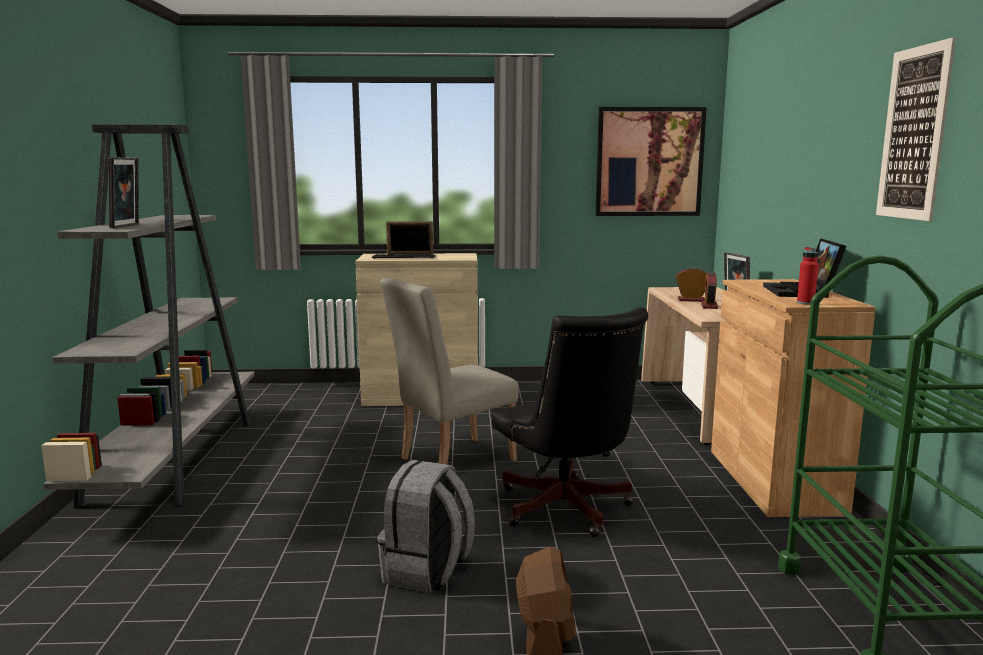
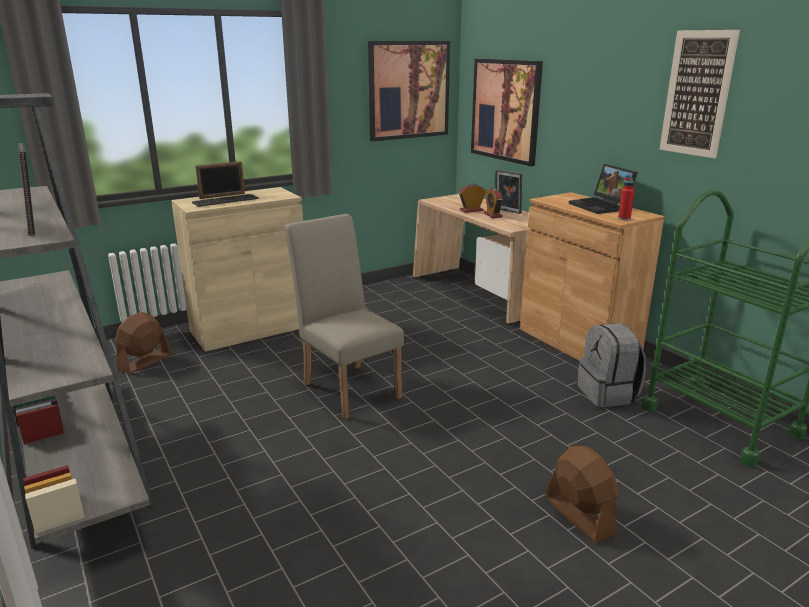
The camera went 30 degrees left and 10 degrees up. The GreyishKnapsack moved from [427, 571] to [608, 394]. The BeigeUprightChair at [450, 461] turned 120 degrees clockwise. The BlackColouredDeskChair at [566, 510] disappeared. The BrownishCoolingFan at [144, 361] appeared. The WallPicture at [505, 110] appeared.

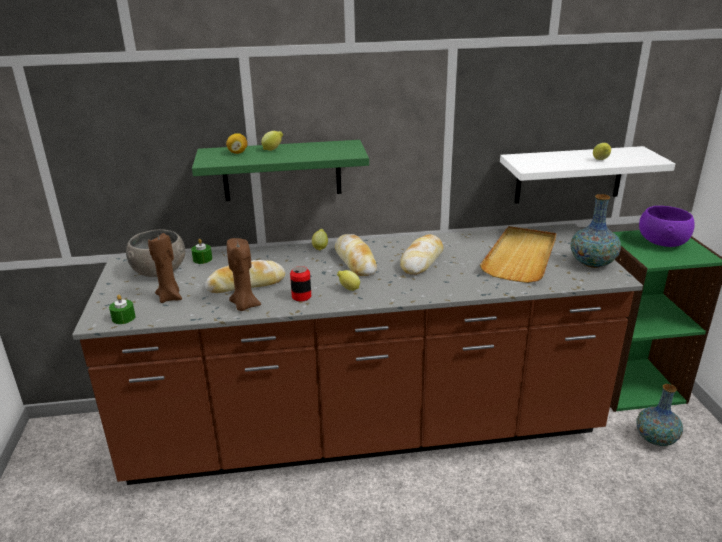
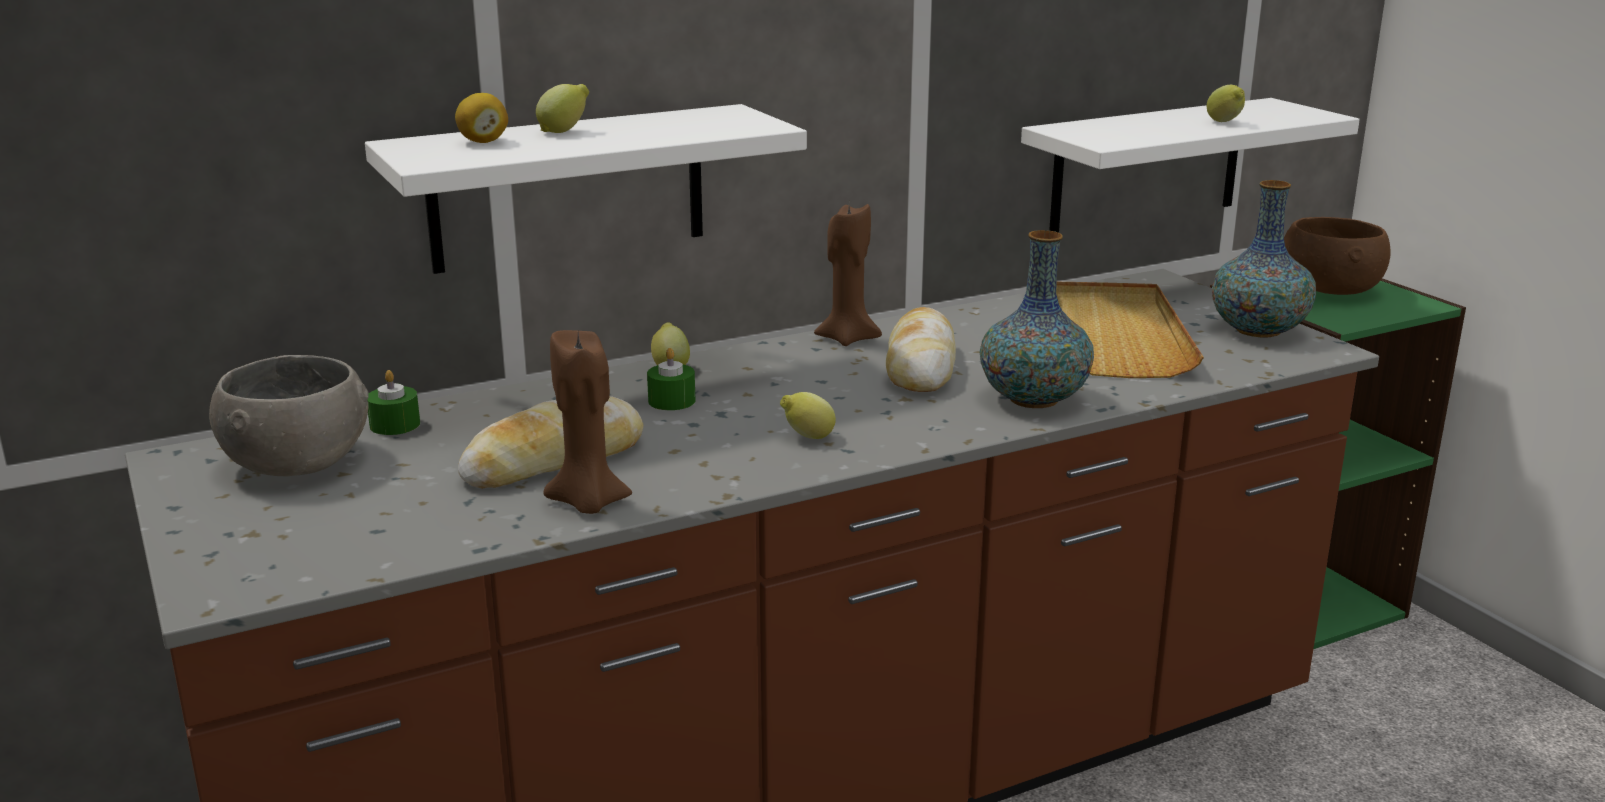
The camera went 20 degrees left and 5 degrees down. The GreenWaxLight moved from [123, 318] to [671, 401]. The BrownishWaxLight moved from [170, 297] to [847, 338]. The GreenBracketShelf at [282, 170] became the WhitishBracketShelf at [568, 188]. The SealedCan at [301, 297] disappeared. The BakedBread at [355, 261] disappeared. The Vase moved from [655, 439] to [1033, 399]. The PurplishServingBowl at [662, 242] became the BrownishServingBowl at [1329, 289].

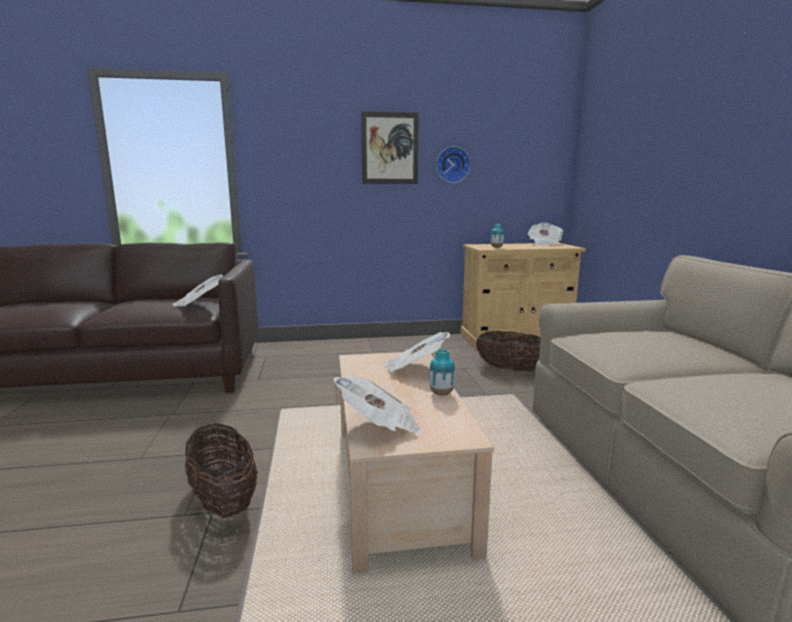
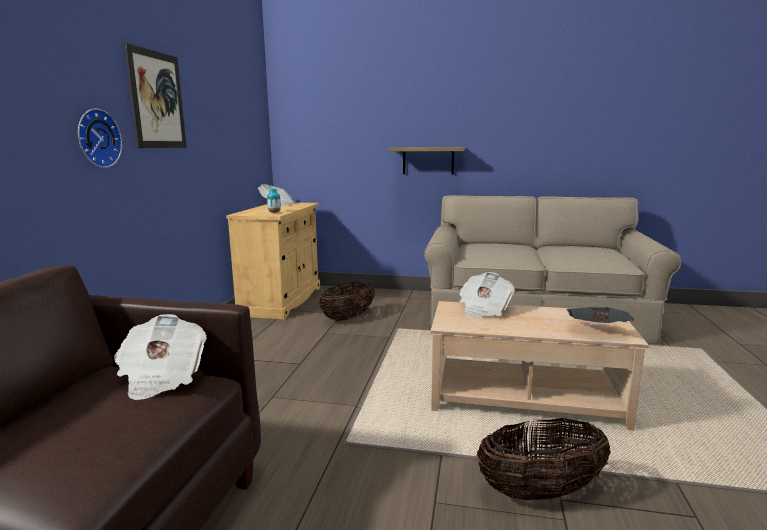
The camera went 70 degrees left and 0 degrees up. The Vase at [441, 393] disappeared. The WallClock moved from [452, 165] to [96, 138]. The BracketShelf at [428, 160] appeared.

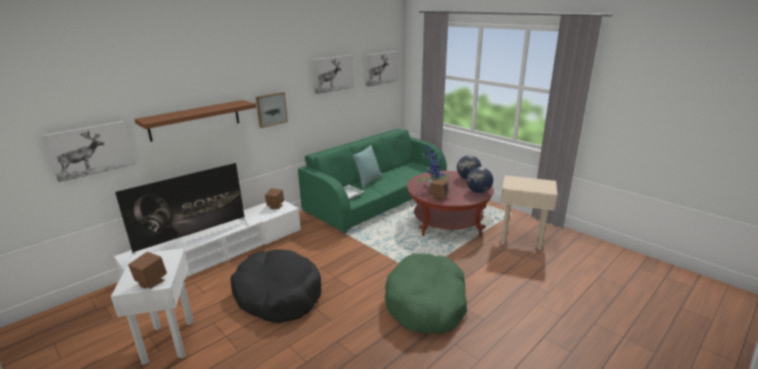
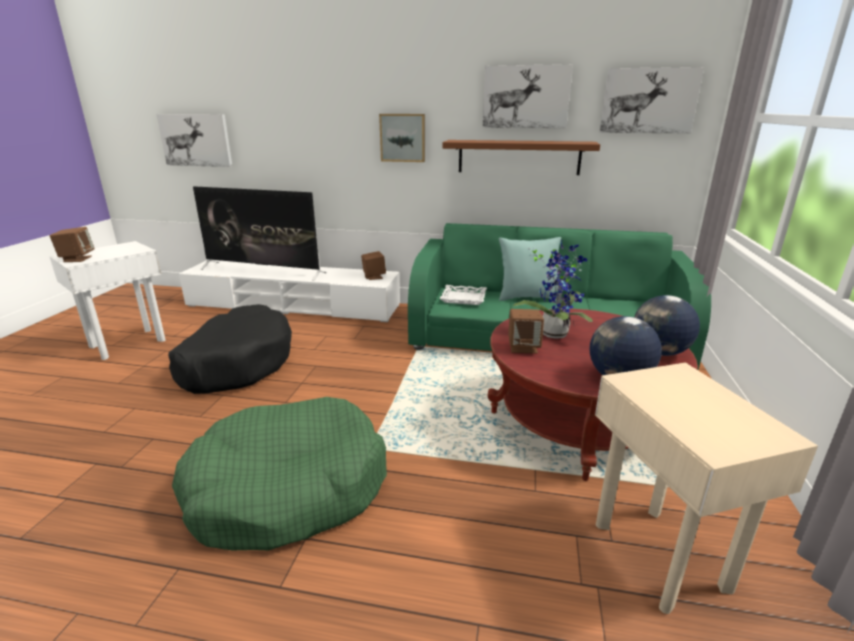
The camera went 55 degrees right and 0 degrees up. The BrownishBracketShelf moved from [195, 120] to [518, 157].

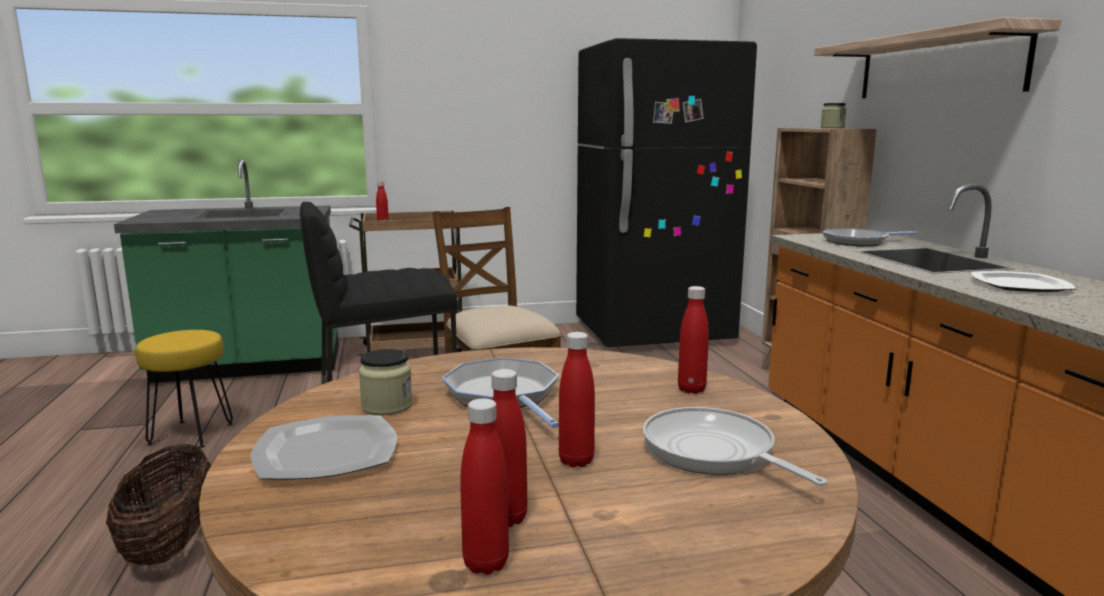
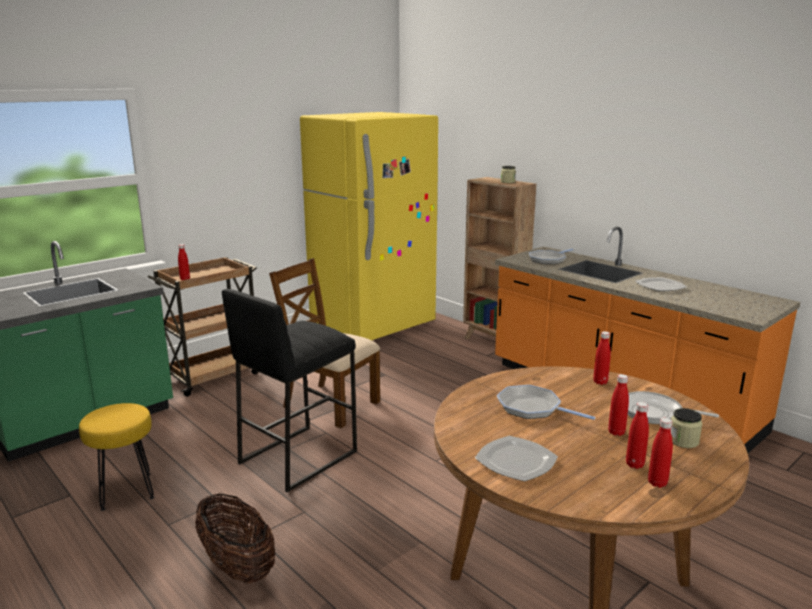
The camera went 30 degrees left and 5 degrees up. The PreserveJar moved from [387, 406] to [683, 441]. The BlackColouredKitchenFridge at [653, 334] became the YellowKitchenFridge at [373, 325]. The BracketShelf at [937, 66] disappeared.

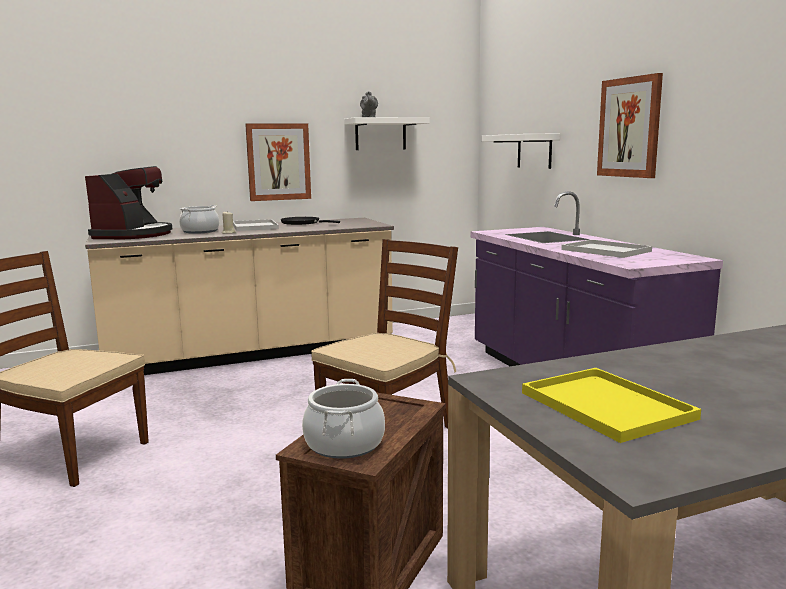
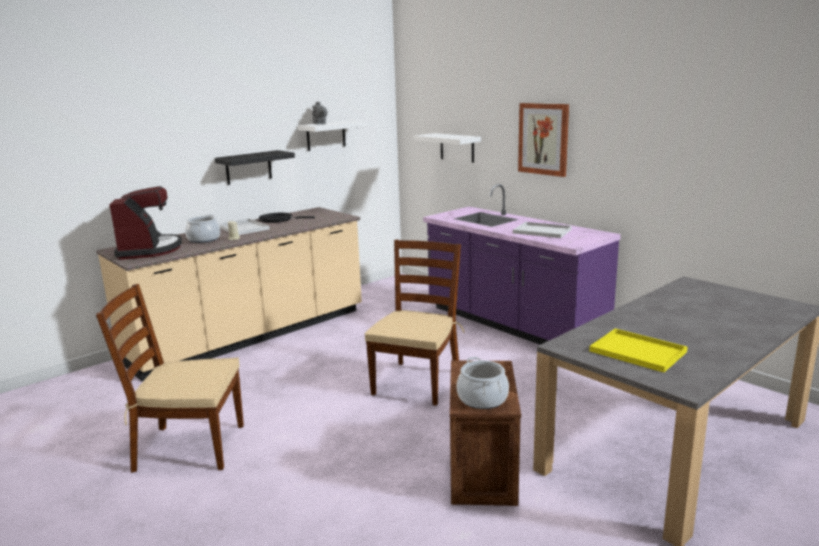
The camera went 20 degrees left and 5 degrees up. The WallPicture at [278, 162] was replaced by the BlackColouredBracketShelf at [248, 167].

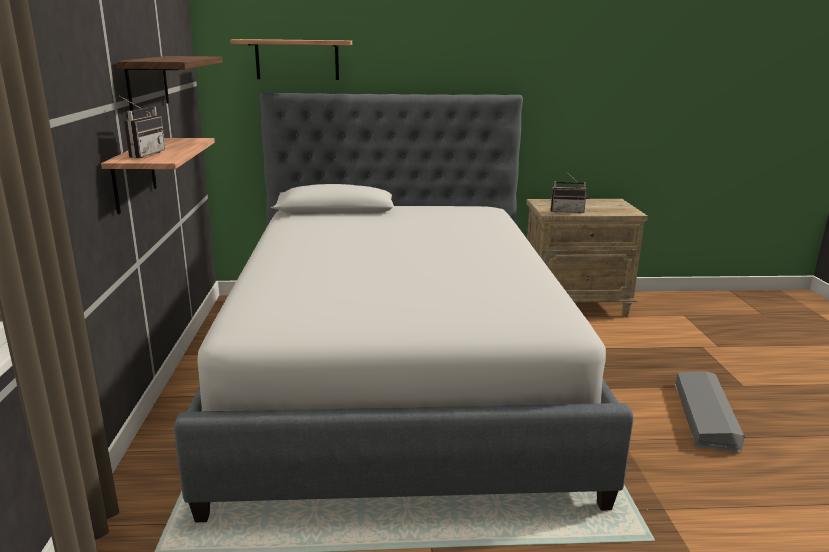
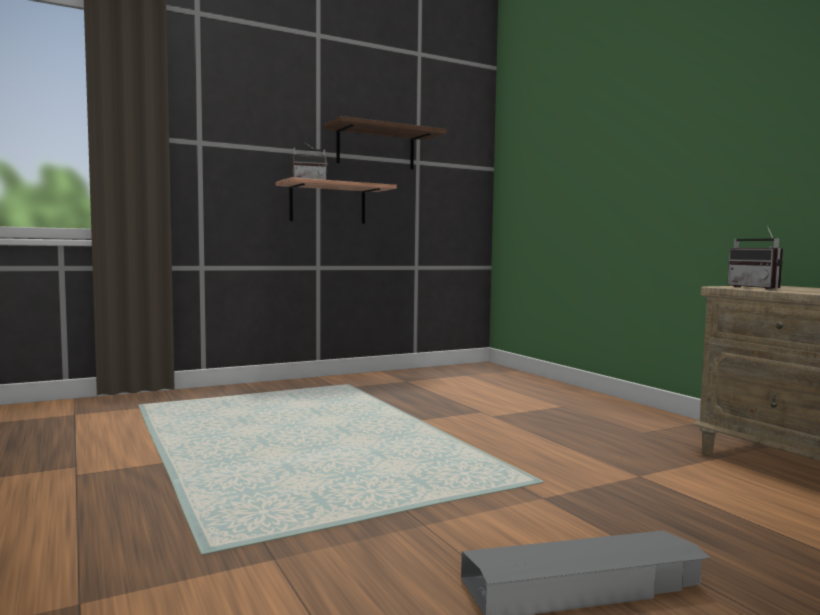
The camera went 65 degrees right and 15 degrees down. The Bed at [397, 374] disappeared. The BracketShelf at [297, 59] disappeared.

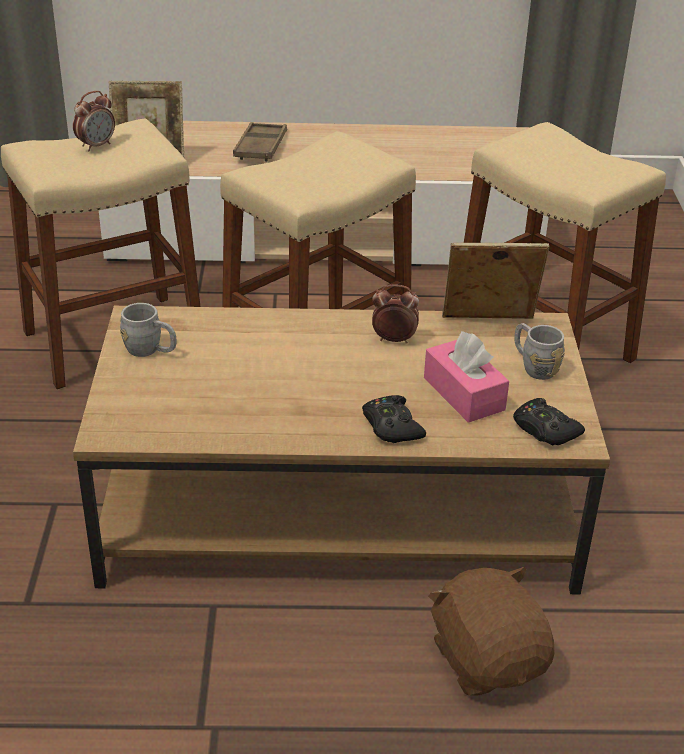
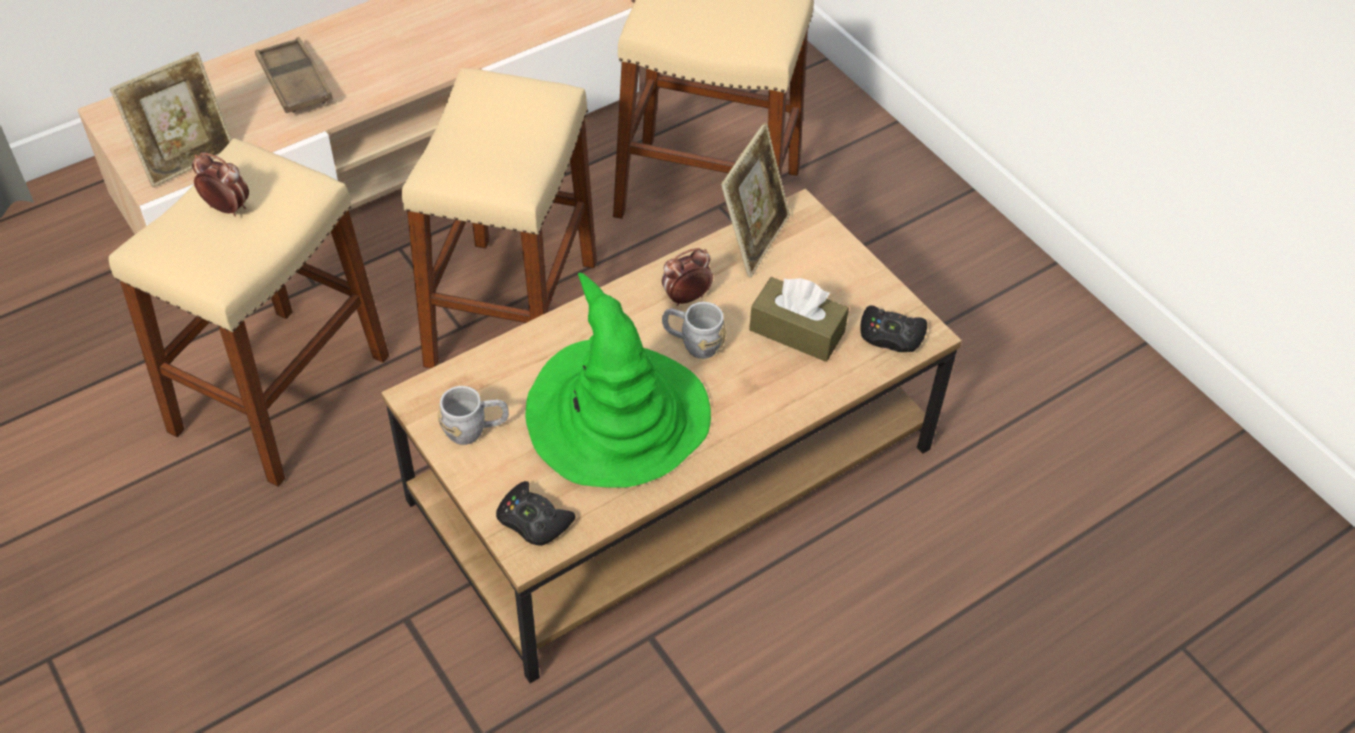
The camera went 35 degrees left and 15 degrees up. The BedsideClock at [96, 146] turned 75 degrees counterclockwise. The BlackColouredGameController moved from [391, 426] to [533, 520]. The PinkTissueBox at [463, 394] became the BrownishTissueBox at [797, 331]. The BrownishSoftToy at [488, 659] disappeared. The StandingFrame at [488, 326] turned 150 degrees clockwise. The GreyishCoffeeMug moved from [534, 366] to [692, 343]. The GreenWearableHat at [617, 417] appeared.

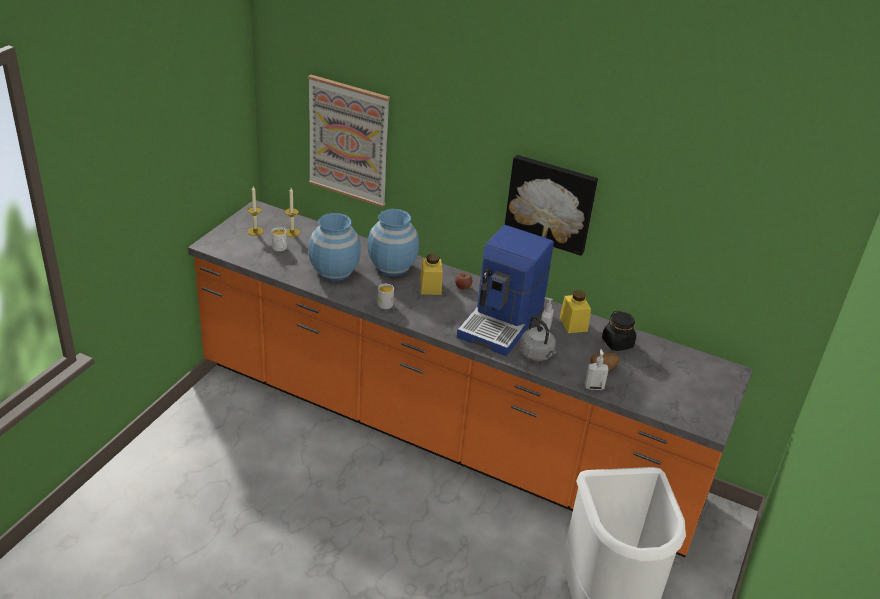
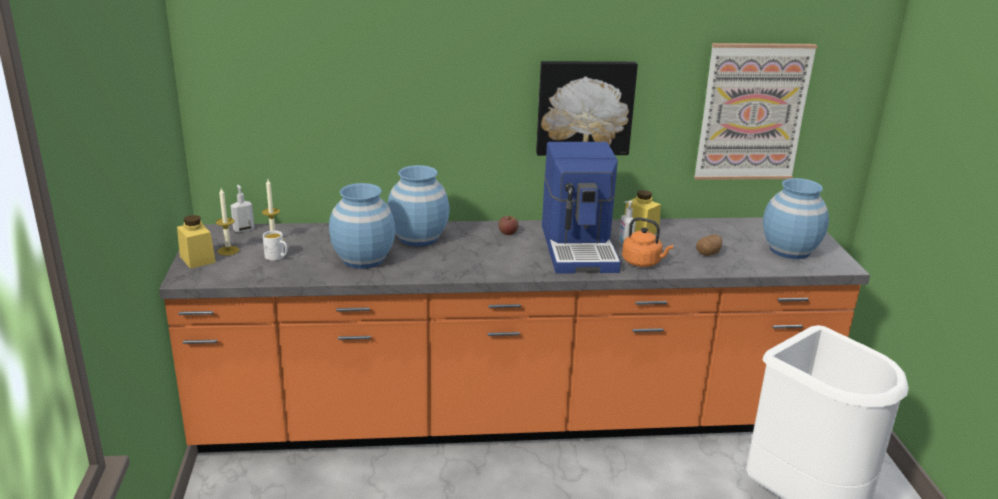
The camera went 30 degrees left and 10 degrees down. The WallPicture moved from [348, 141] to [752, 112]. The WhitishCoffeeMug at [383, 303] disappeared. The YellowPreserveJar moved from [430, 287] to [197, 259]. The GreyishWaterKettle at [537, 355] became the OrangeColouredWaterKettle at [643, 262]. The SoapDispenser moved from [594, 386] to [243, 229]. The BlackColouredPreserveJar at [617, 343] disappeared. The BlueVase at [789, 250] appeared.

